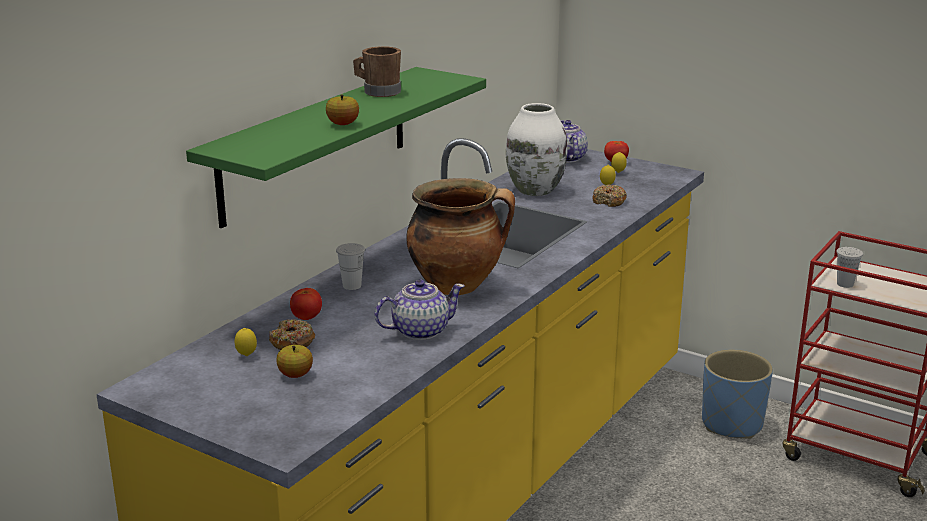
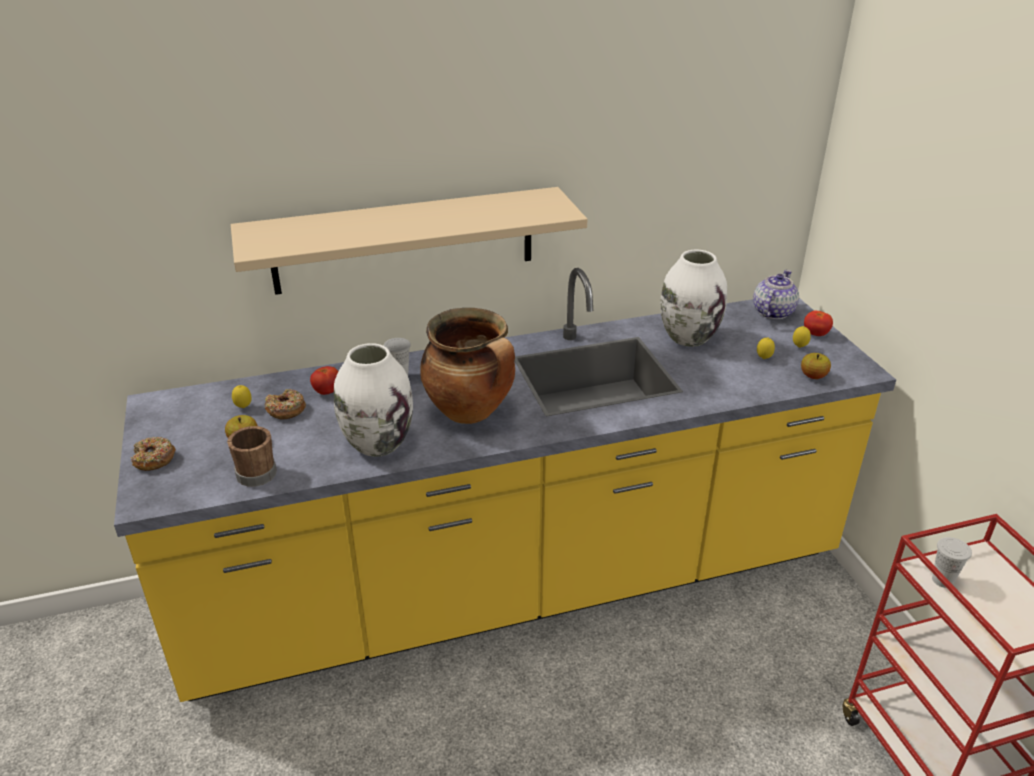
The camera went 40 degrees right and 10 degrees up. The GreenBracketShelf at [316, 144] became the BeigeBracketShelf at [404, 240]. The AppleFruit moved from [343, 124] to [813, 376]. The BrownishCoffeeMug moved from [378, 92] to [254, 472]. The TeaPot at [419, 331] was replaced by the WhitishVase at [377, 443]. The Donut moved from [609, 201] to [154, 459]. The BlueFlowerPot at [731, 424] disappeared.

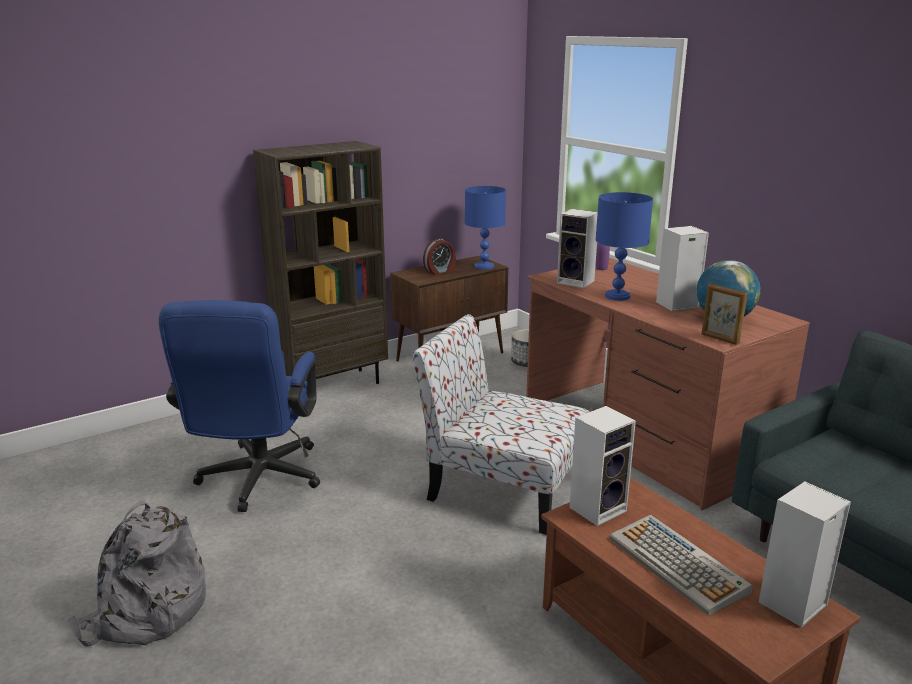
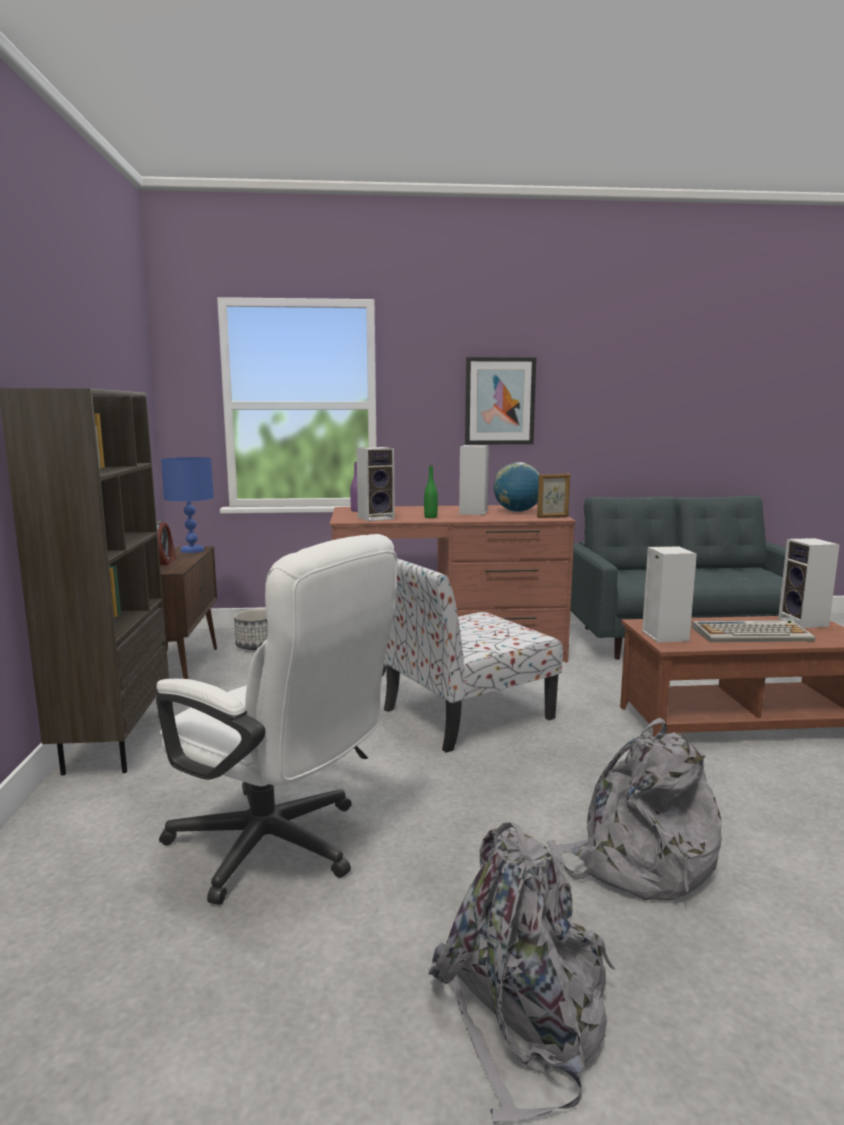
The camera went 60 degrees left and 10 degrees down. The BlueDeskChair at [257, 482] became the WhitishDeskChair at [280, 848]. The BlueTabletopLamp at [617, 296] was replaced by the GreenDrinkBottle at [430, 517]. The WallPicture at [499, 401] appeared. The GreyishKnapsack at [637, 862] appeared.

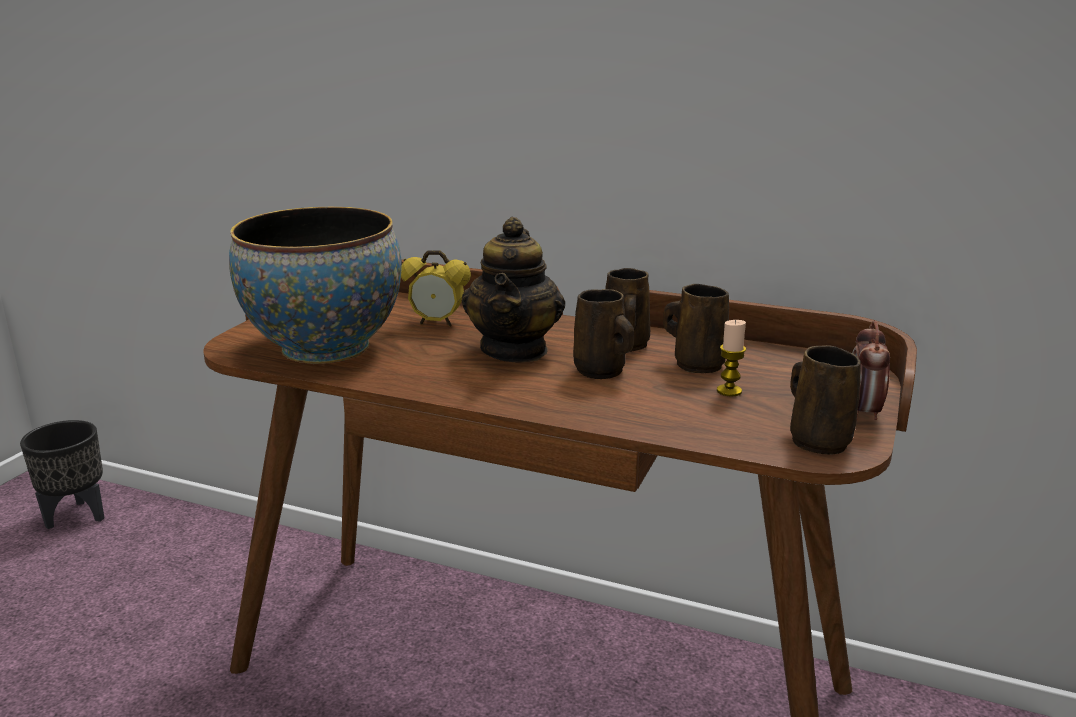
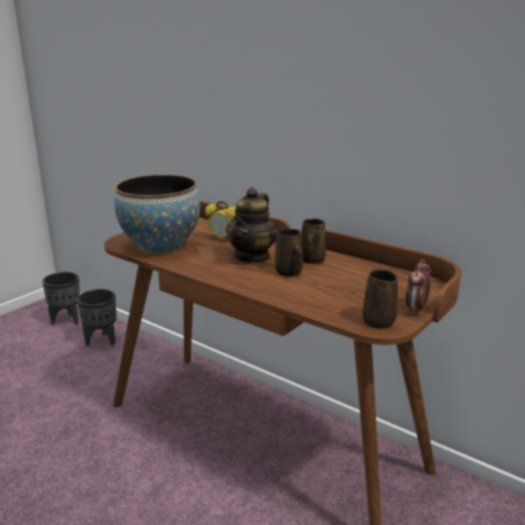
The camera went 15 degrees right and 0 degrees up. The BrownishCoffeeMug at [696, 364] disappeared. The WaxLight at [729, 391] disappeared. The BlackColouredFlowerPot at [102, 340] appeared.

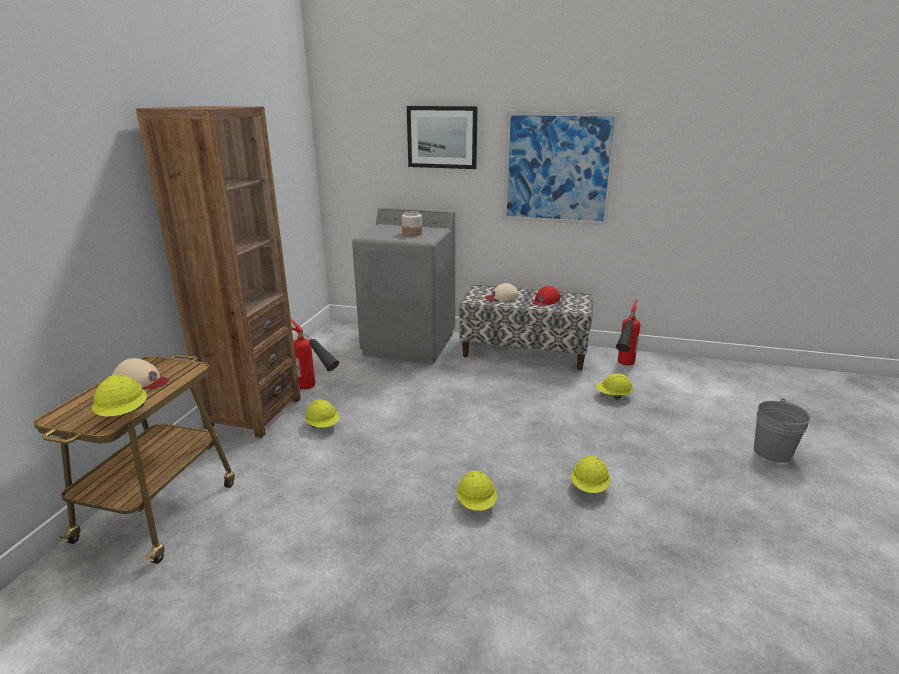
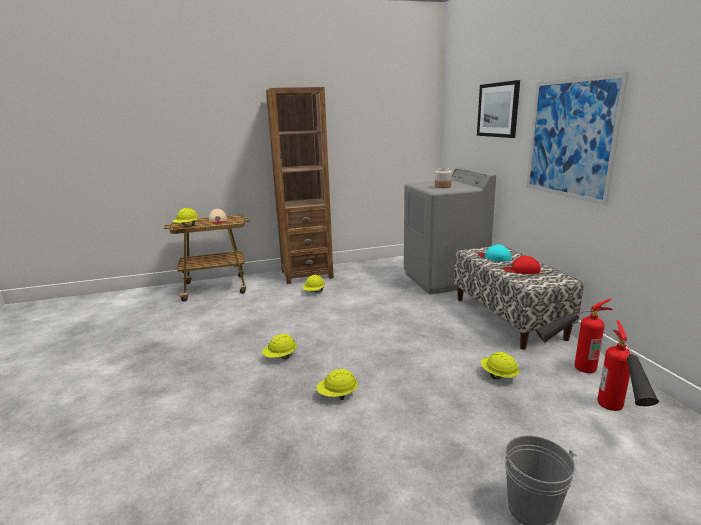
The camera went 60 degrees right and 5 degrees down. The FireFightingCylinder moved from [317, 390] to [619, 418]. The BeigeCap at [502, 297] became the TurquoiseColouredCap at [494, 257].

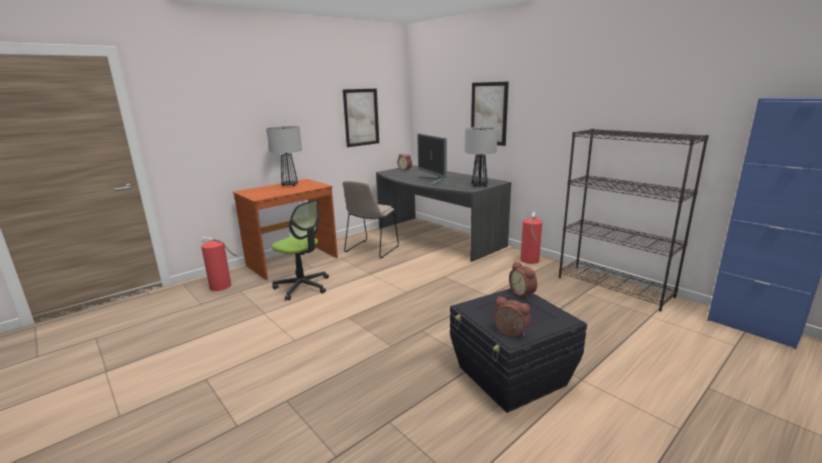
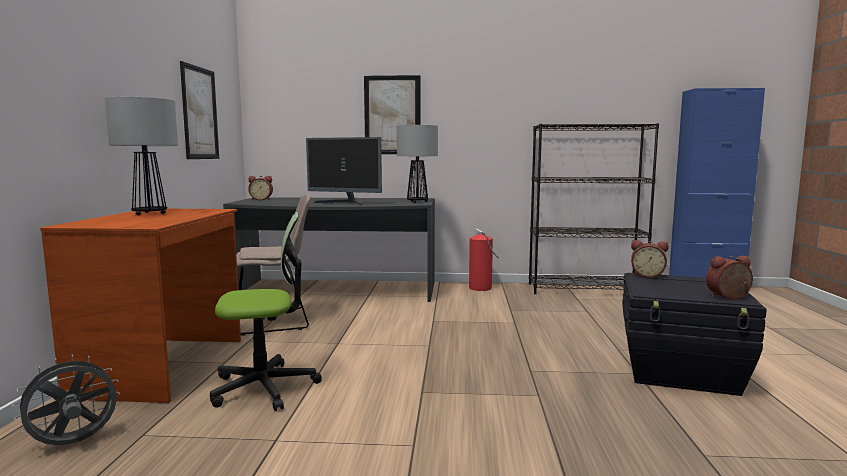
The camera went 45 degrees left and 10 degrees down. The FireFightingCylinder at [221, 286] was replaced by the GreyishCoolingFan at [74, 444]. The BeigeUprightChair at [371, 250] turned 90 degrees counterclockwise.

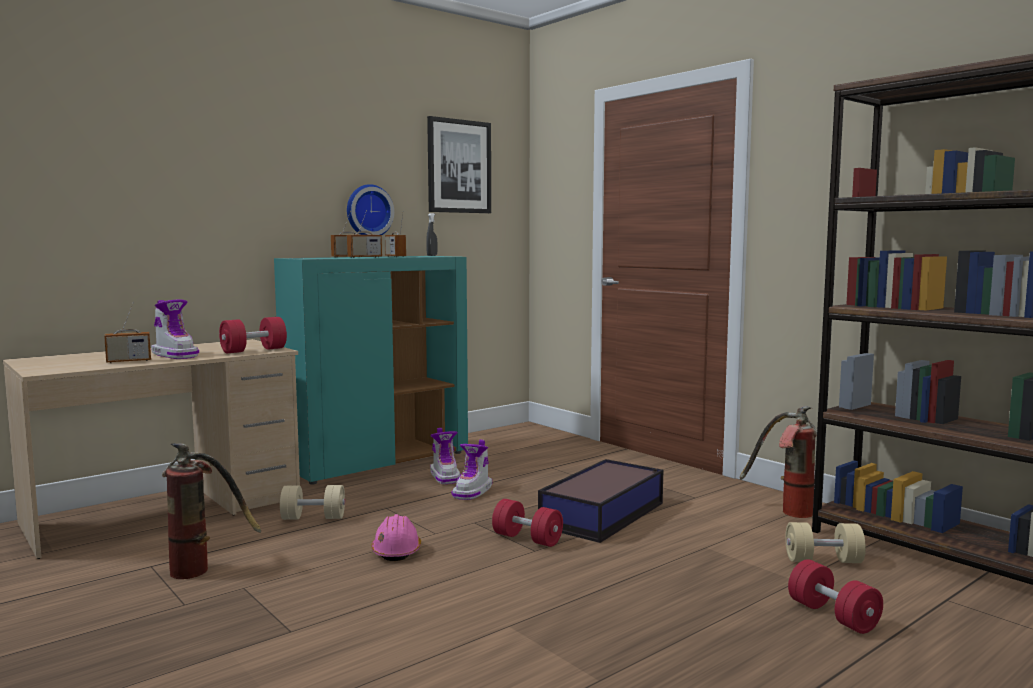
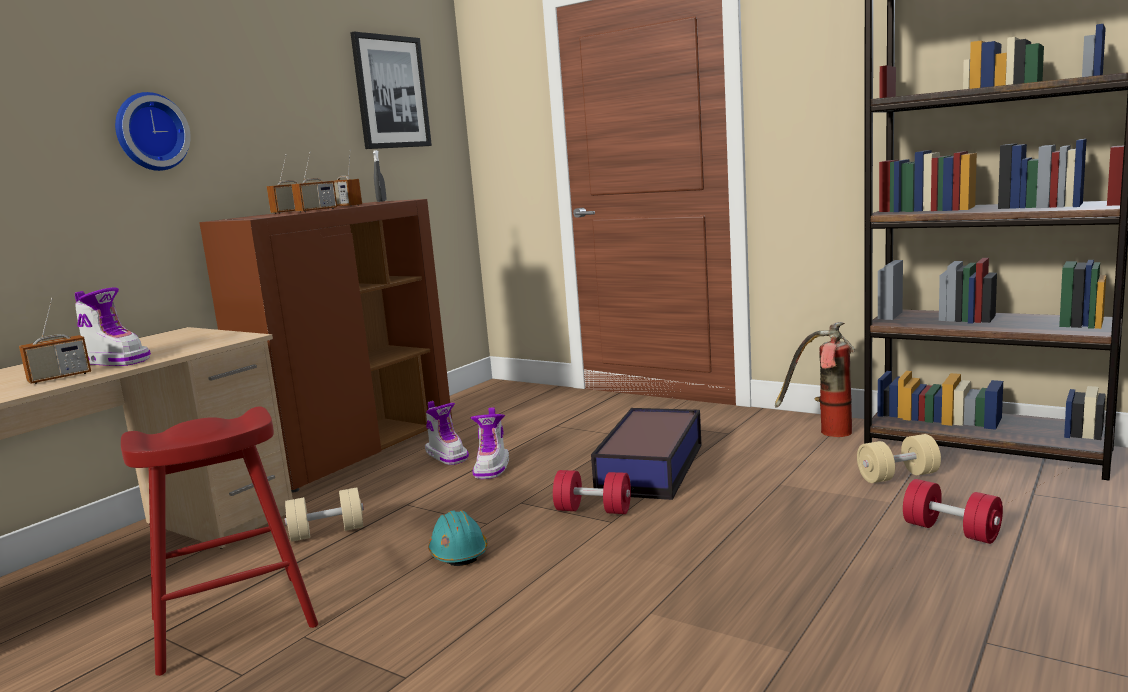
The camera went 15 degrees left and 5 degrees up. The FireFightingCylinder at [205, 568] was replaced by the RedStoolSeat at [234, 622]. The RedHandWeight at [253, 350] disappeared. The TurquoiseColouredStorageCabinet at [379, 461] became the BrownishStorageCabinet at [356, 451]. The WallClock moved from [368, 211] to [150, 132]. The PinkSafetyHelmet at [396, 551] became the TurquoiseColouredSafetyHelmet at [458, 552].

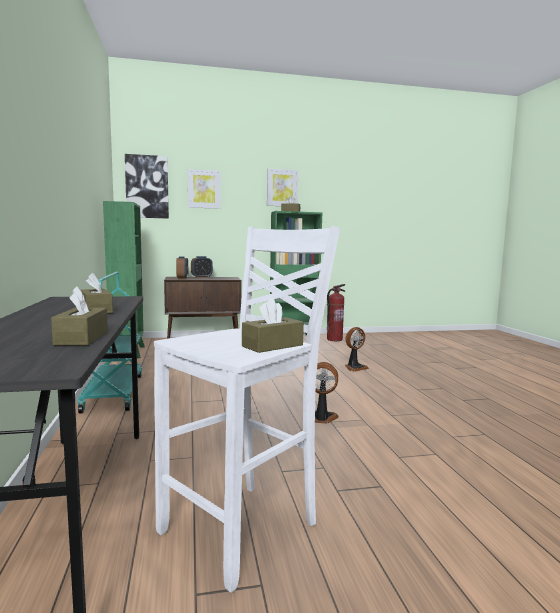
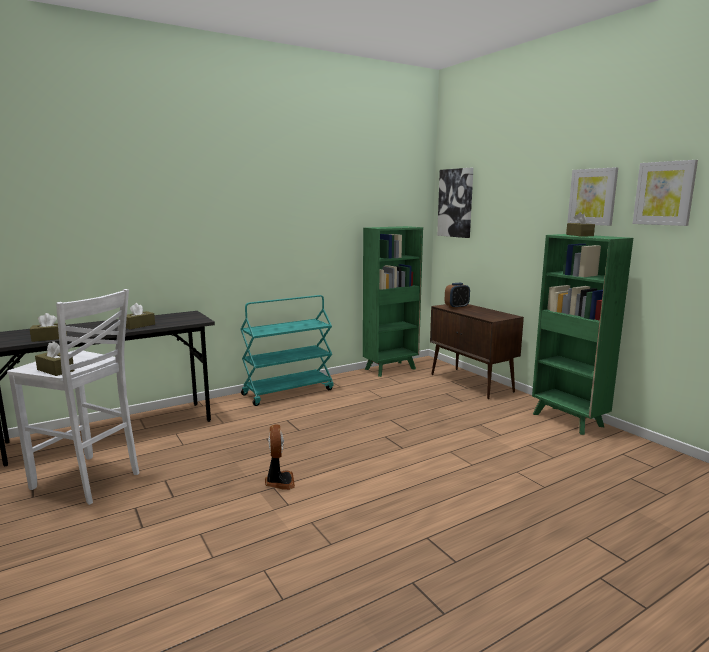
The camera went 70 degrees right and 5 degrees up. The WallPicture moved from [204, 189] to [664, 193]. The BedsideClock at [201, 277] disappeared. The FireFightingCylinder at [334, 339] disappeared. The CoolingFan at [354, 367] disappeared.

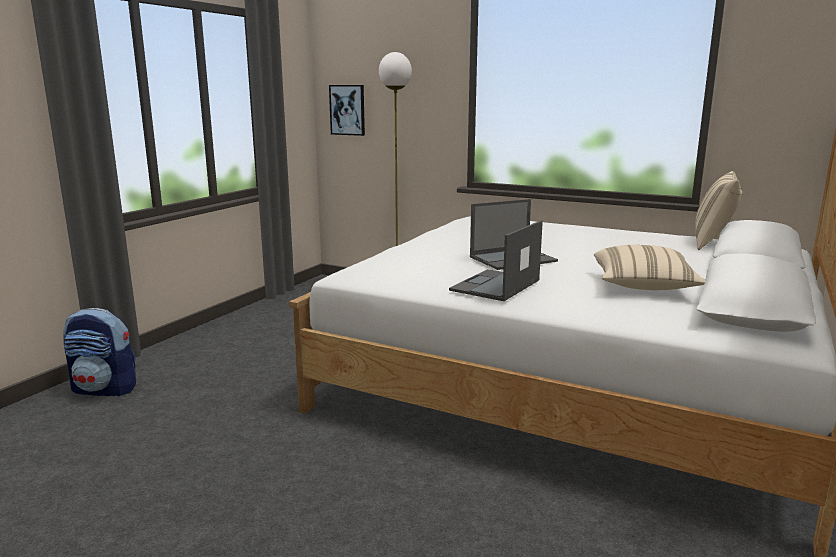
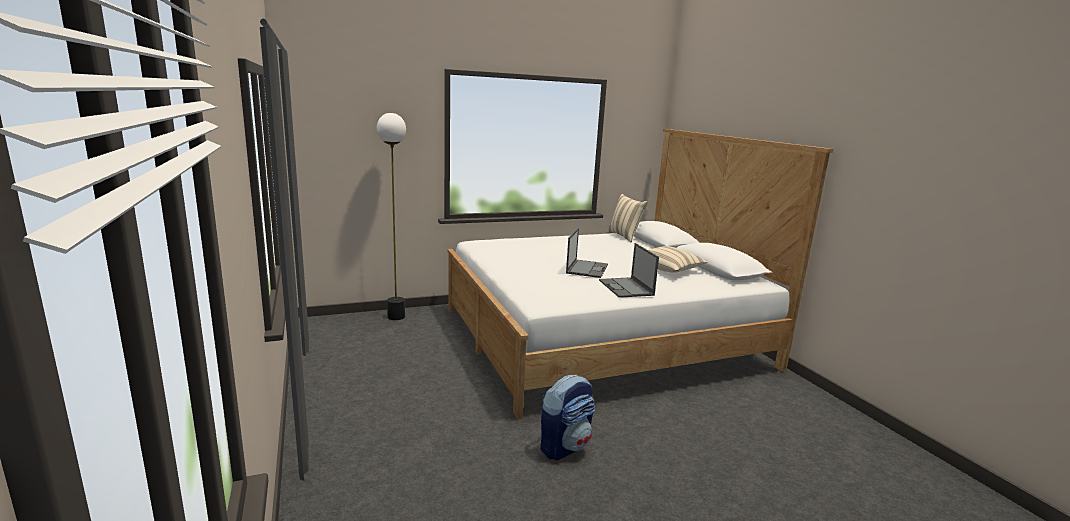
The camera went 50 degrees left and 0 degrees up. The Knapsack moved from [105, 389] to [565, 446]. The WallPicture at [347, 110] disappeared.

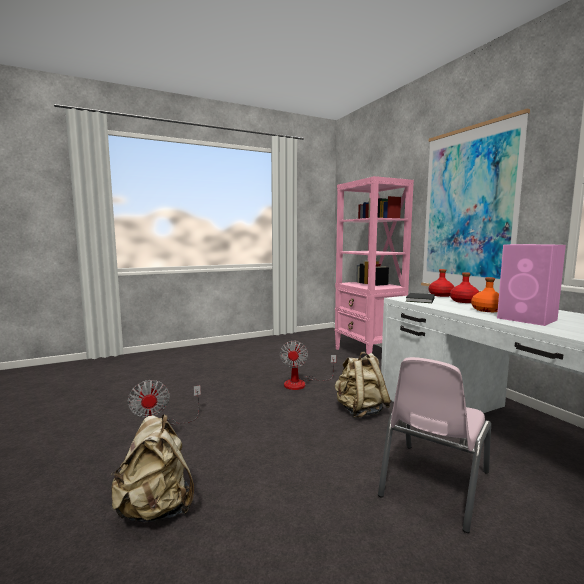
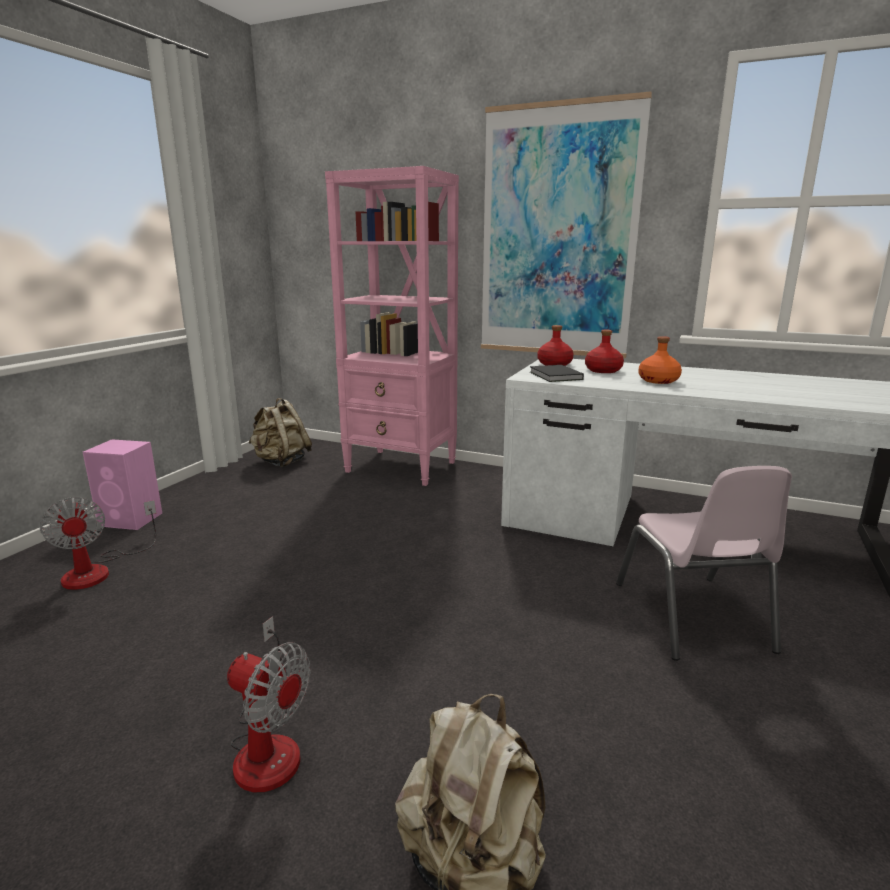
The camera went 40 degrees left and 10 degrees up. The CoolingFan moved from [301, 383] to [99, 570]. The BeigeKnapsack moved from [360, 410] to [281, 462]. The PinkSpeaker moved from [528, 319] to [132, 519].

